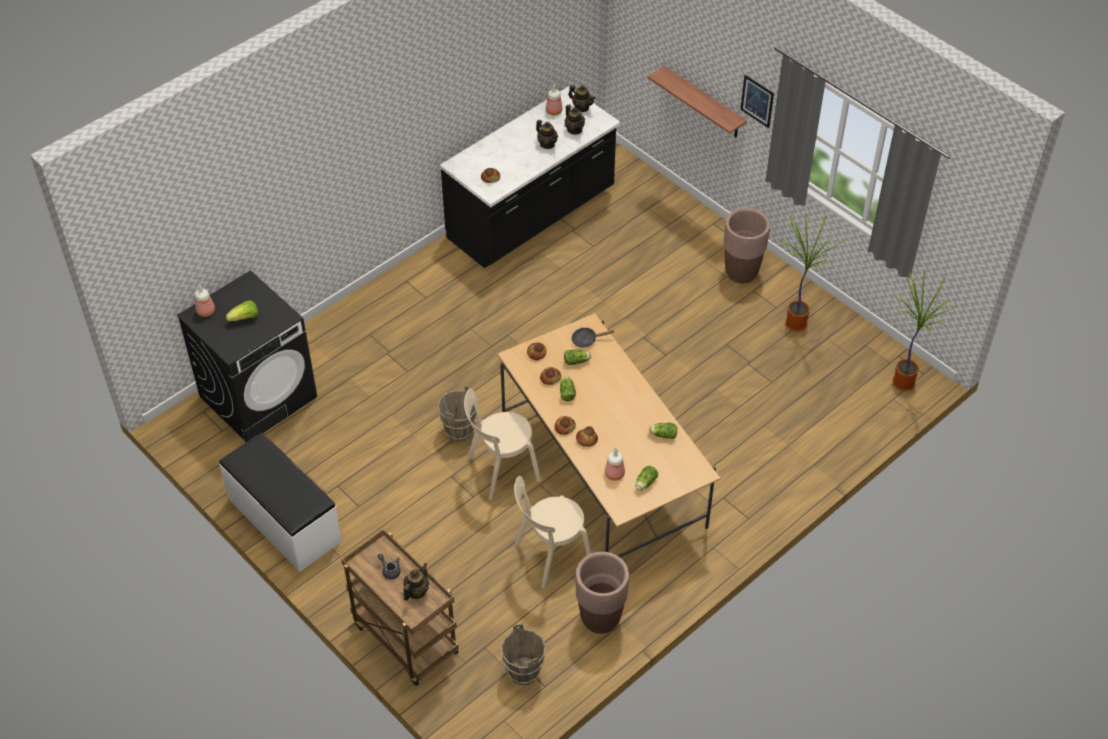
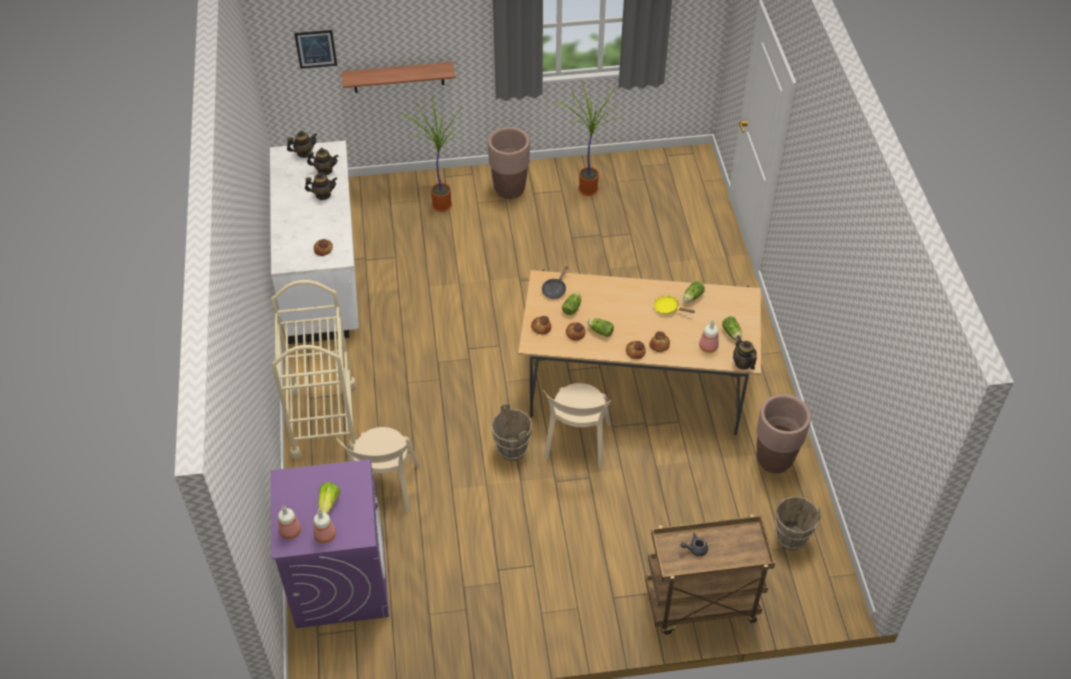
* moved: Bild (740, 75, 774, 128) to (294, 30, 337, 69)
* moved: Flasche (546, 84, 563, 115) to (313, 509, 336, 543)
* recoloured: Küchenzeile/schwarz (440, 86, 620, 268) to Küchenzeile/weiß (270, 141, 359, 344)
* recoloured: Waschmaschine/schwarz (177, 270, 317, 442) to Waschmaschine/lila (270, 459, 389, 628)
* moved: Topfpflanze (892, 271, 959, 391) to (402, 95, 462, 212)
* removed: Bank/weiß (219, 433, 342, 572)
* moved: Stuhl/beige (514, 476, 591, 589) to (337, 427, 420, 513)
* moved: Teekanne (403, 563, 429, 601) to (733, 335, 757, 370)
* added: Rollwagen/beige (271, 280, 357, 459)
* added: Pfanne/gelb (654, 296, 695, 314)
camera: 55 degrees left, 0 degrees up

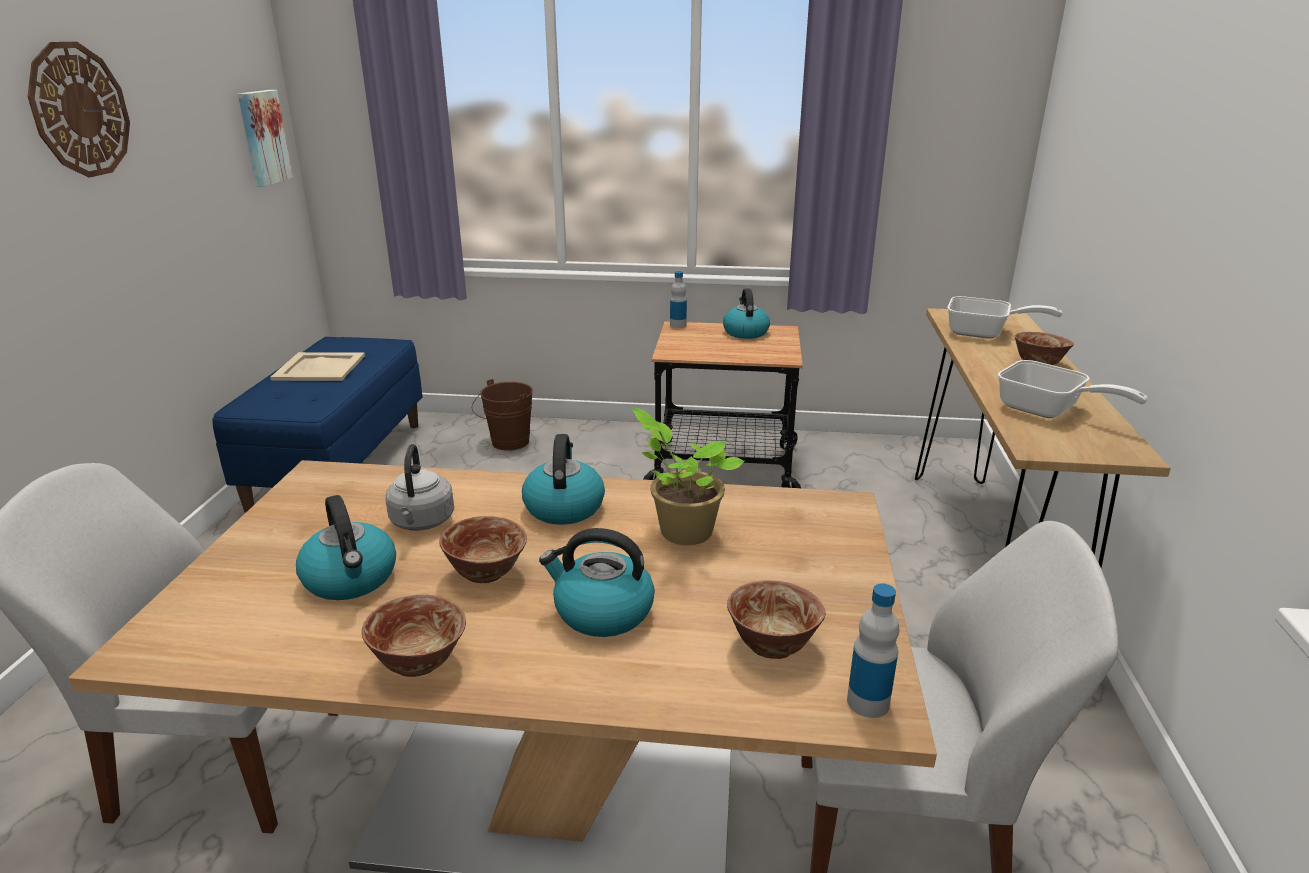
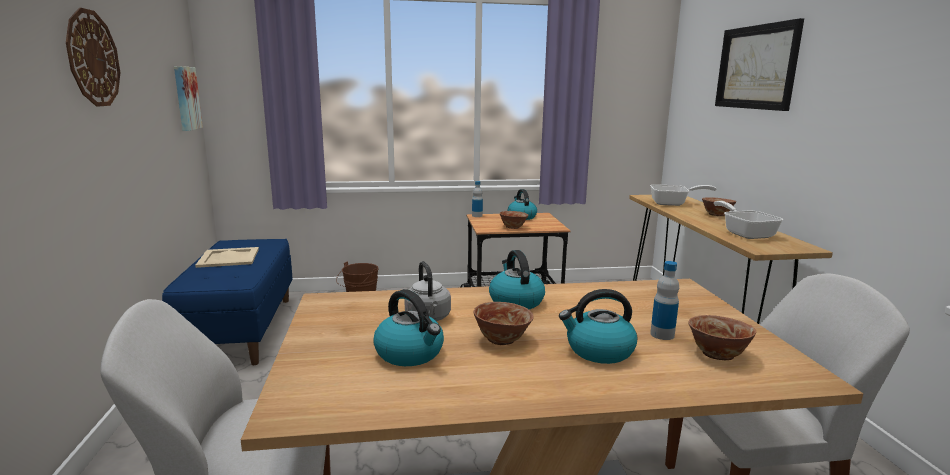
* turned: Pfanne (998, 360, 1148, 418) = (714, 201, 783, 239) 135 degrees counterclockwise
* removed: Topfpflanze (632, 407, 744, 545)
* moved: Flasche (847, 583, 900, 718) to (650, 261, 679, 340)
* moved: Schüssel (362, 594, 466, 677) to (500, 211, 529, 229)
* added: Bild (715, 18, 804, 111)
camera: 15 degrees left, 10 degrees down

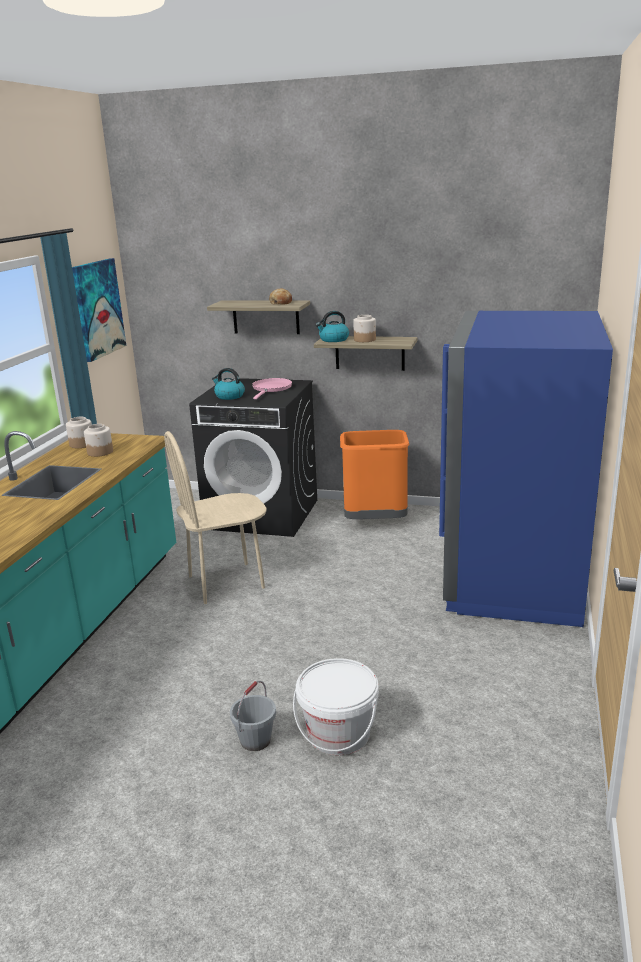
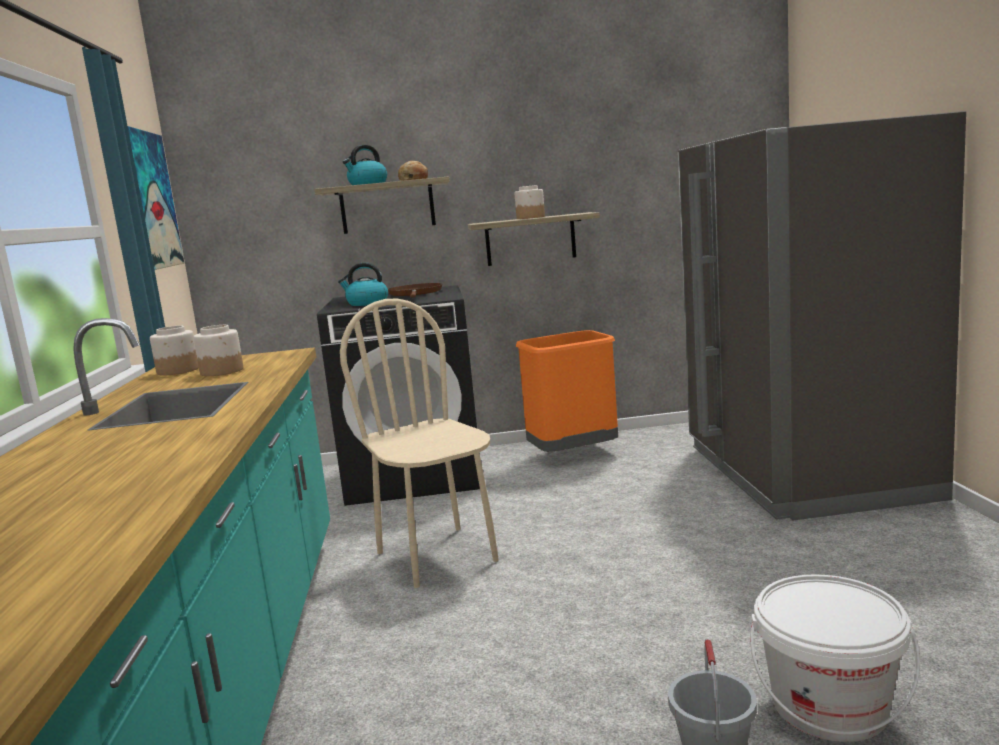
* moved: Wasserkessel (316, 311, 349, 342) to (343, 144, 387, 185)
* recoloured: Kühlschrank/blau (439, 311, 613, 627) to Kühlschrank/grau (678, 111, 966, 521)
* recoloured: Pfanne/rosa (252, 378, 292, 399) to Pfanne/braun (388, 283, 442, 298)
* turned: Stuhl/beige (164, 431, 267, 604) = (340, 299, 499, 588) 105 degrees clockwise
camera: 20 degrees left, 10 degrees down

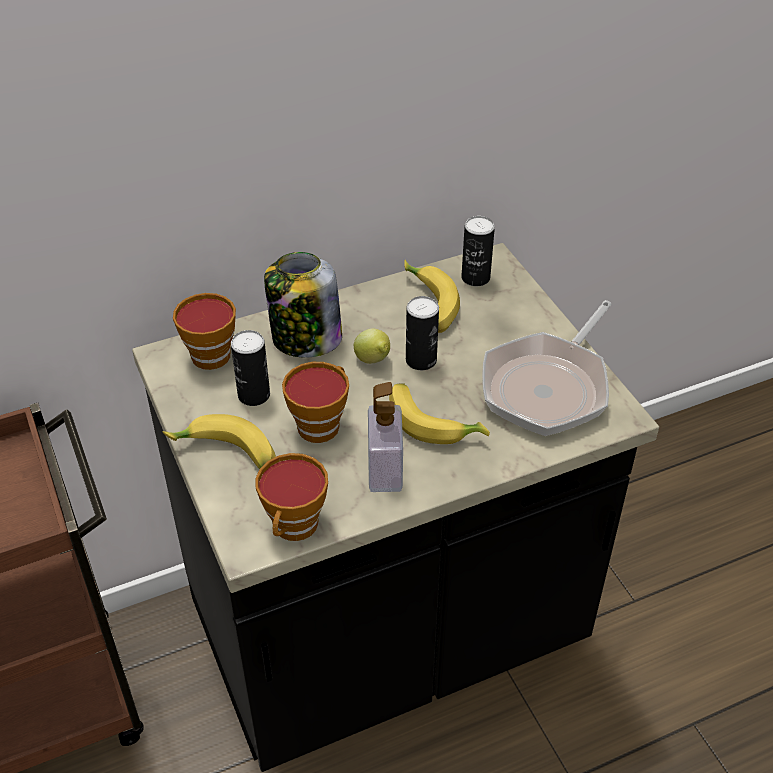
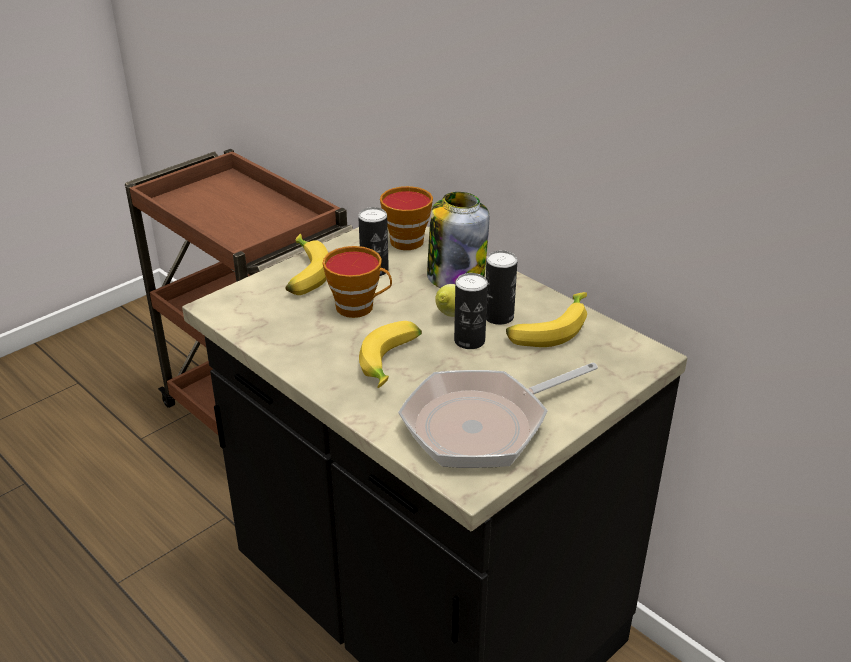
* moved: Dose (461, 216, 495, 286) to (486, 250, 517, 325)
* turned: Pfanne (482, 300, 612, 436) = (398, 363, 598, 468) 45 degrees counterclockwise
* removed: Seifenspender (368, 382, 403, 492)
* removed: Tasse (256, 453, 328, 541)
camera: 70 degrees right, 10 degrees down

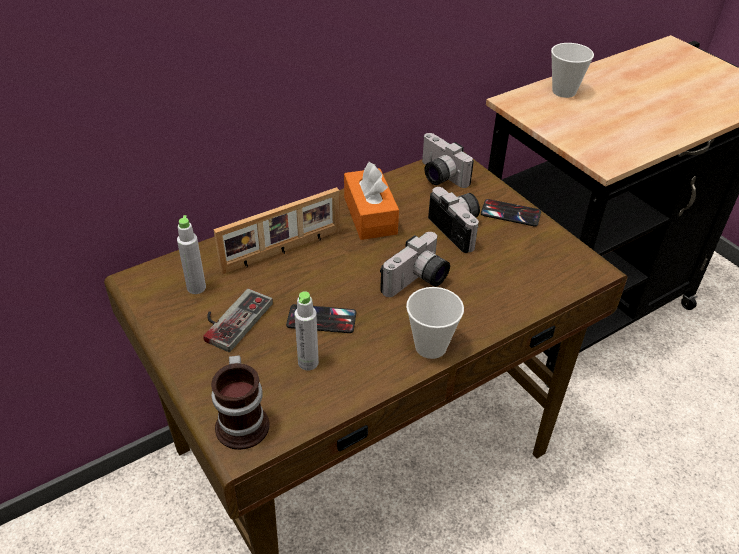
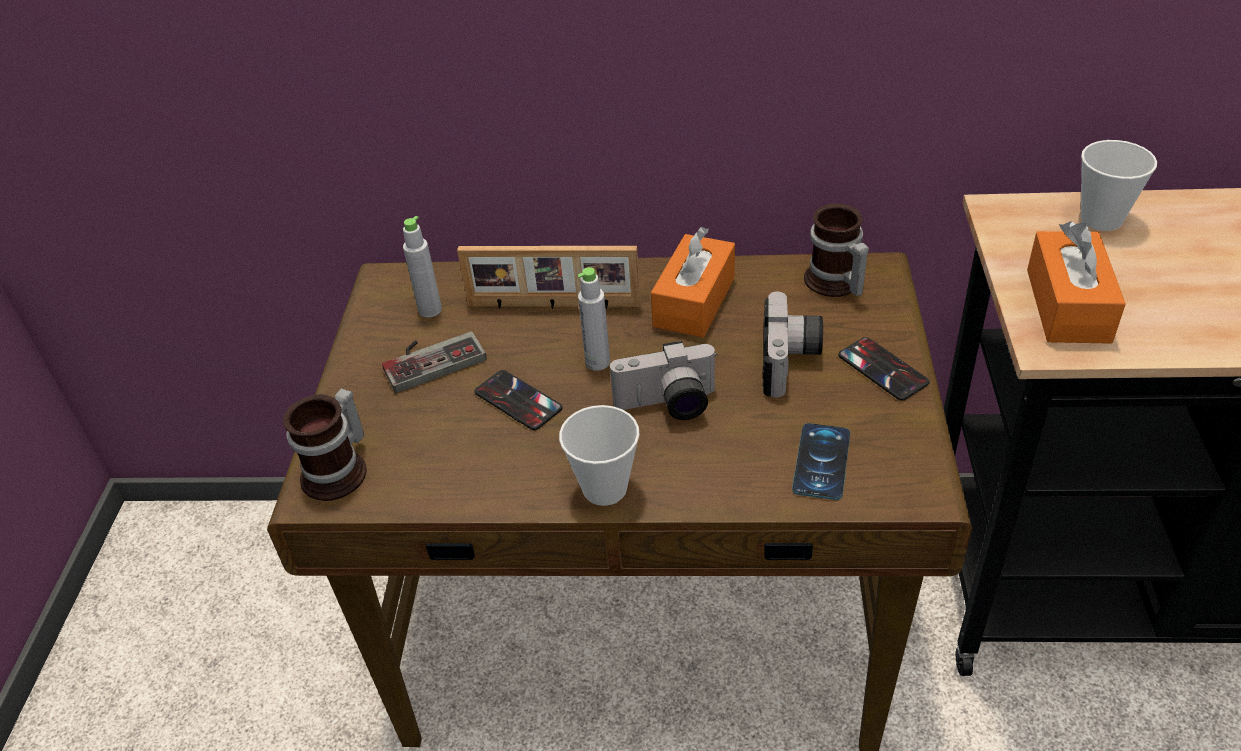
* replaced: Kamera (422, 133, 474, 188) to Henkelbecher (804, 203, 869, 297)
* moved: Flasche/grau (294, 291, 319, 371) to (578, 267, 610, 371)
* added: Taschentuchbox/orange (1027, 221, 1126, 344)
* added: Handy (792, 423, 850, 500)
camera: 40 degrees right, 0 degrees up

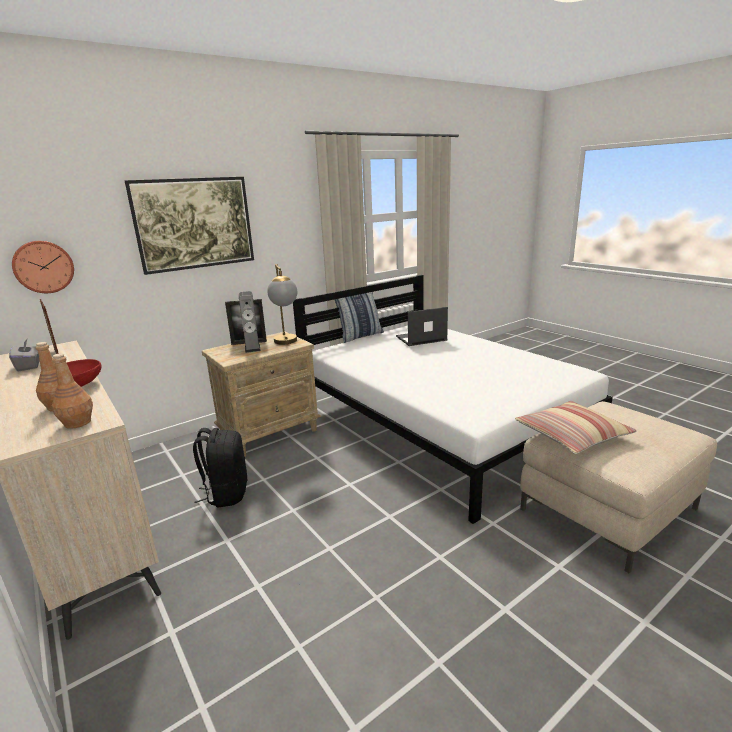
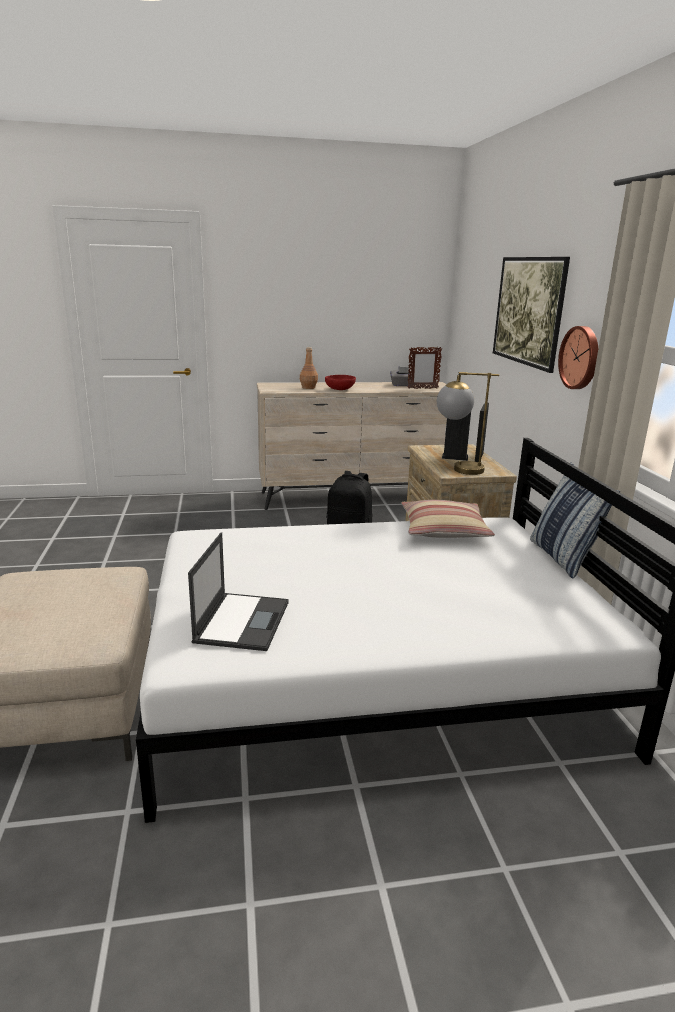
* moved: Wanduhr (12, 241, 74, 293) to (558, 326, 598, 389)
* moved: Laptop (396, 307, 448, 346) to (188, 533, 289, 651)
* removed: Flasche/braun (52, 353, 93, 429)
* moved: Kissen (515, 401, 636, 454) to (401, 500, 495, 538)
camera: 115 degrees right, 0 degrees up

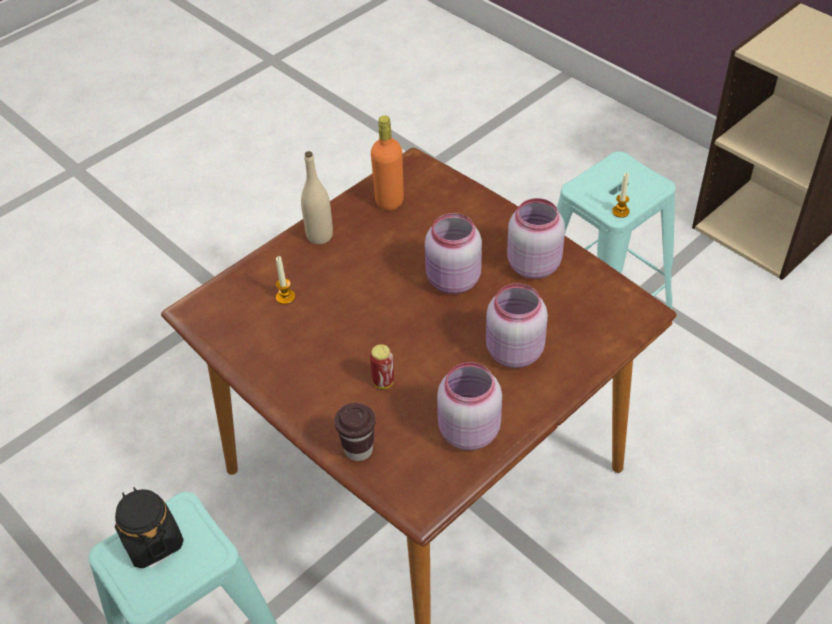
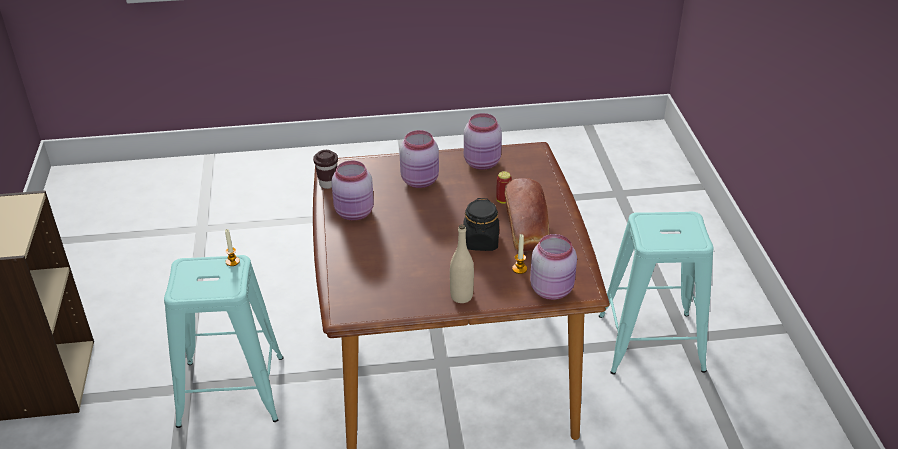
* removed: Flasche/orange (371, 115, 404, 210)
* moved: Vorratsglas/rosa (425, 213, 482, 294) to (530, 234, 577, 300)
* moved: Tasse/braun (335, 403, 375, 461) to (313, 150, 338, 189)
* moved: Vorratsglas/schwarz (115, 487, 184, 568) to (463, 198, 499, 251)
* added: Brot (504, 178, 549, 252)
camera: 145 degrees left, 10 degrees down

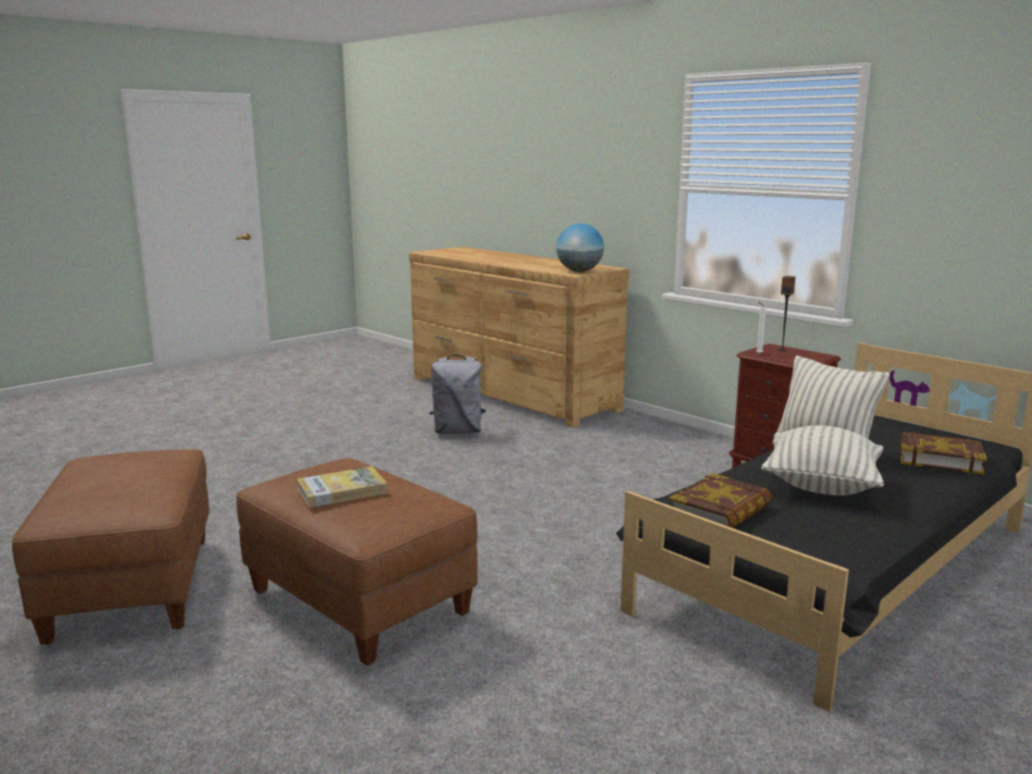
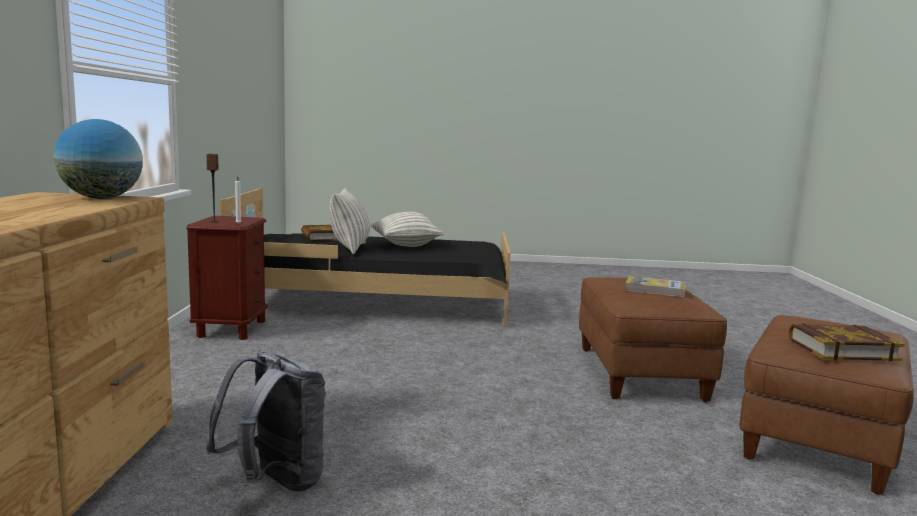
* moved: Buch (669, 473, 772, 528) to (789, 323, 905, 361)
camera: 135 degrees left, 5 degrees down

